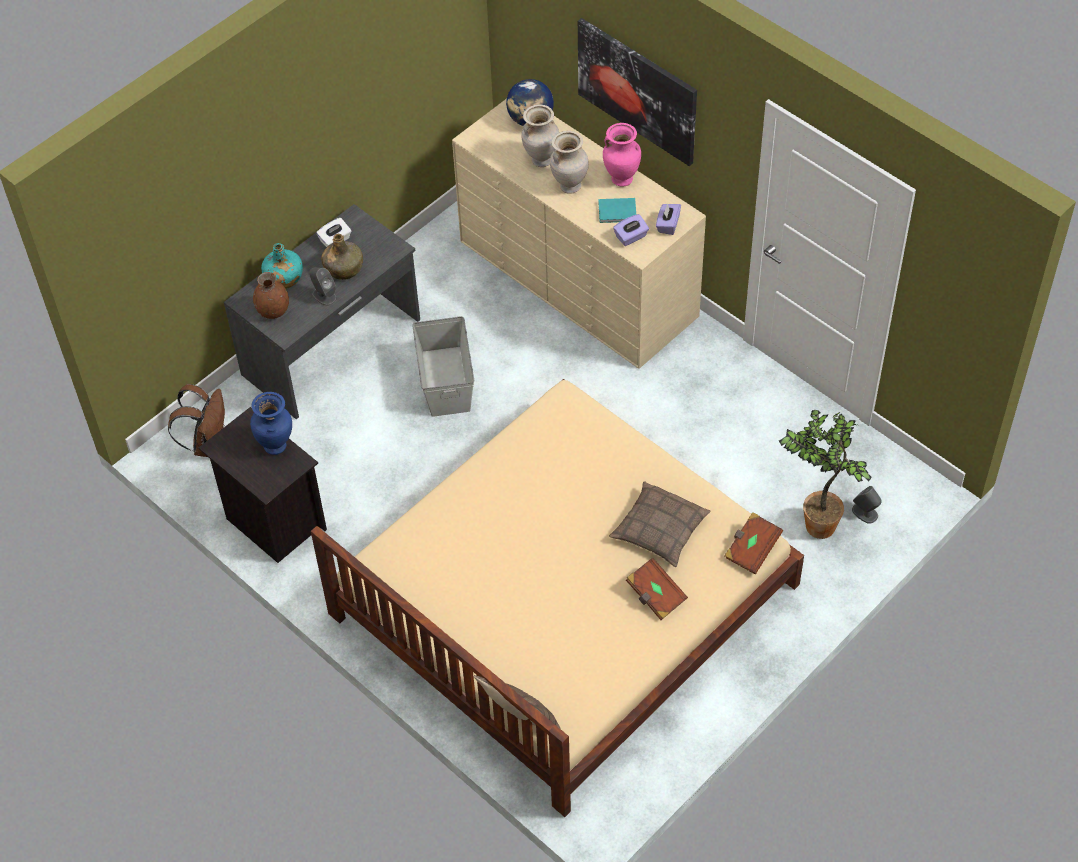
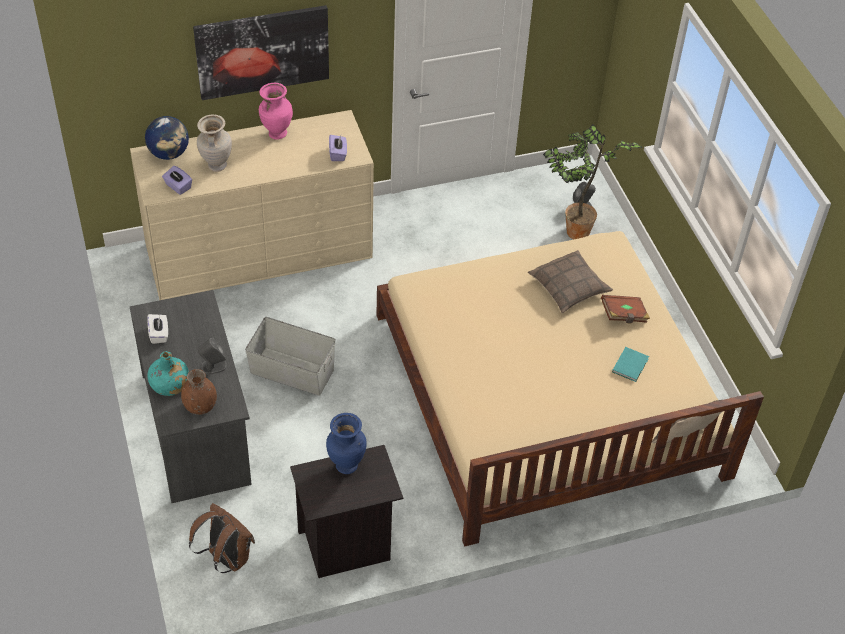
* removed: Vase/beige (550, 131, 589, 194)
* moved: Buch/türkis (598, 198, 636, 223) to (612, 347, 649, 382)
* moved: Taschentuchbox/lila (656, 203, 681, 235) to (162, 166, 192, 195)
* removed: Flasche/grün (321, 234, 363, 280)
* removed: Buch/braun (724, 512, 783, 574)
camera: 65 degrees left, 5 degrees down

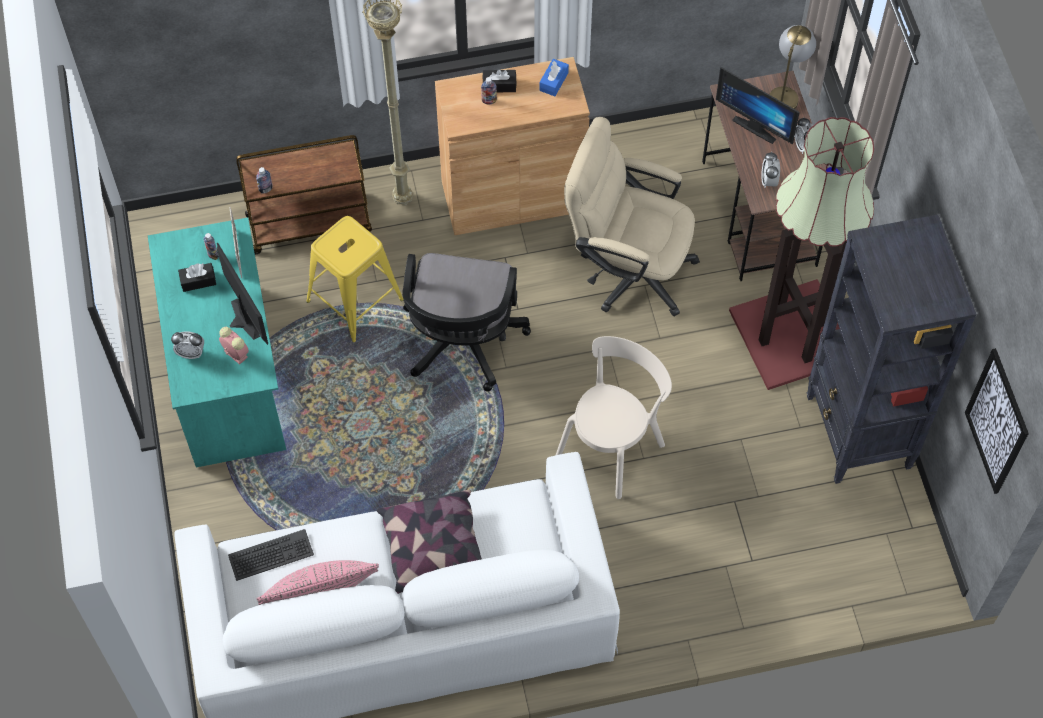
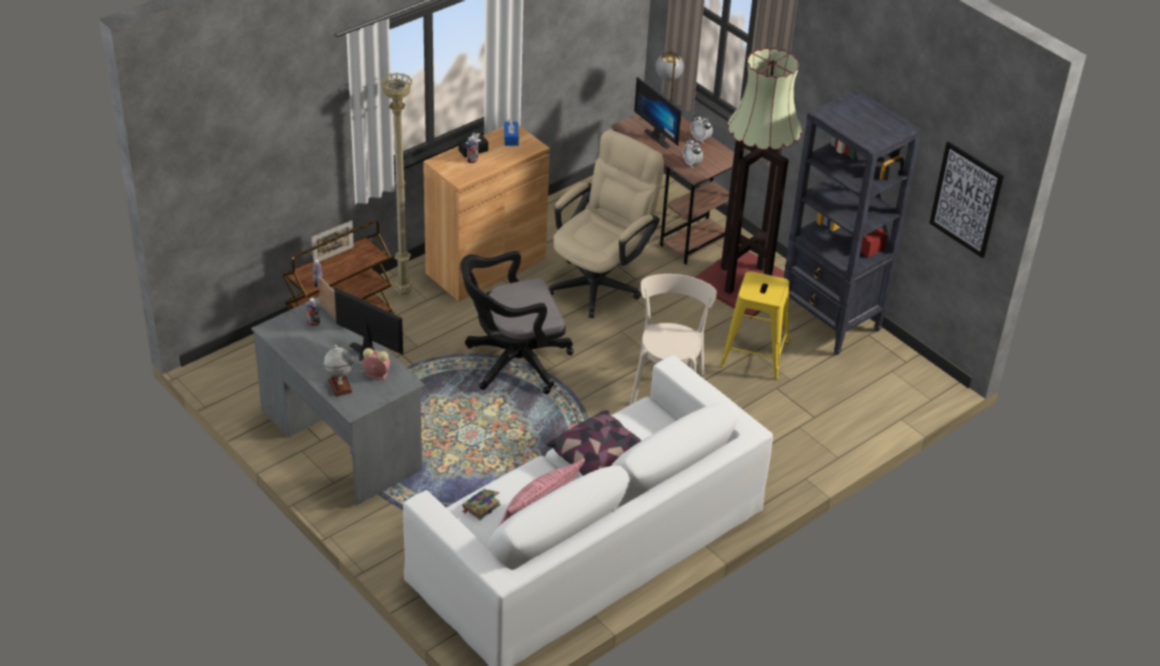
* turned: Monitor (716, 66, 800, 144) = (634, 77, 682, 149) 45 degrees clockwise
* turned: Bürostuhl/beige (564, 117, 700, 316) = (548, 129, 664, 318) 135 degrees clockwise
* moved: Hocker/gelb (306, 216, 404, 342) to (720, 271, 789, 380)
* recoloured: Schreibtisch/türkis (148, 218, 286, 467) to Schreibtisch/grau (251, 296, 425, 506)
* turned: Bürostuhl/schwarz (402, 253, 531, 392) = (461, 251, 574, 394) 90 degrees clockwise
* removed: Taschentuchbox/schwarz (178, 263, 216, 292)
* replaced: Wecker (171, 331, 204, 359) to Globus (324, 345, 354, 397)
* replaced: Tastatur (228, 529, 314, 581) to Buch (462, 489, 501, 520)
* added: Bilderrahmen (312, 220, 354, 264)
camera: 30 degrees left, 20 degrees down

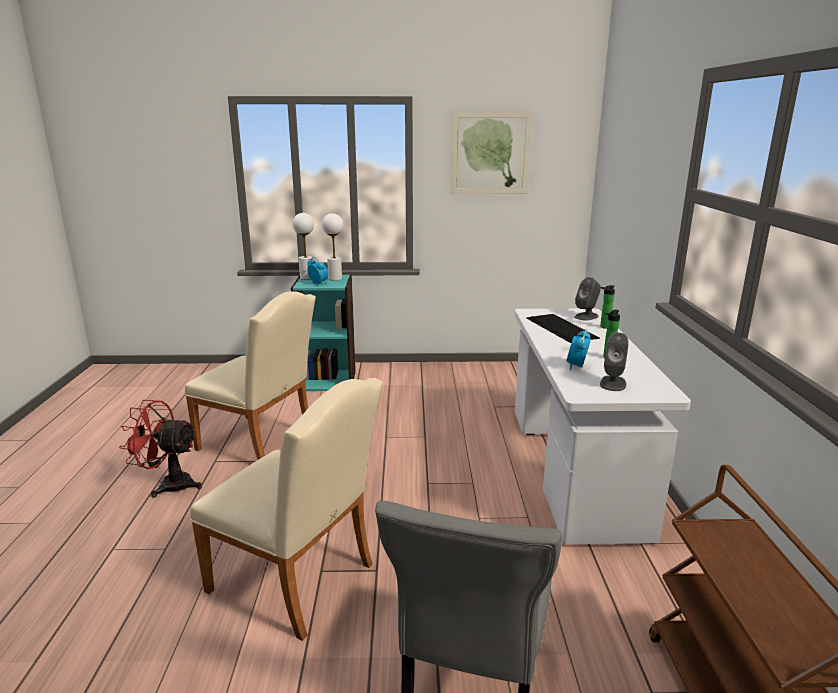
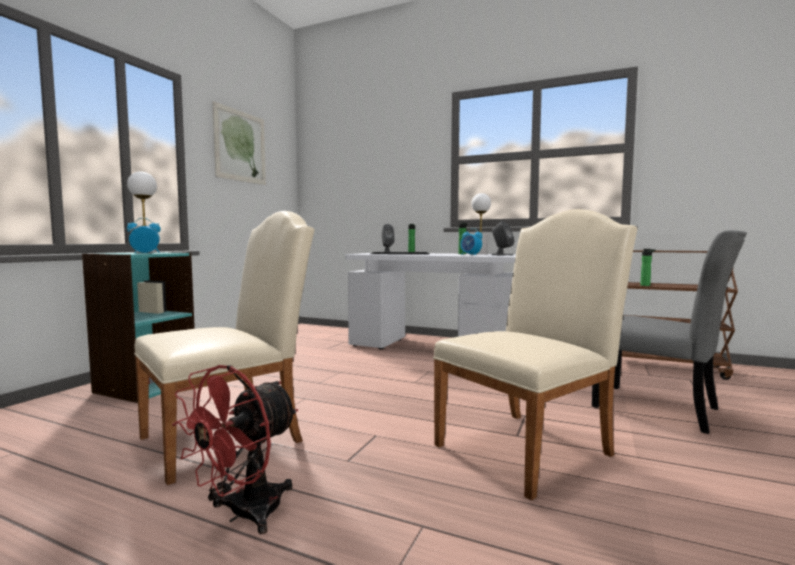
* moved: Tischlampe/weiß (293, 213, 314, 280) to (471, 193, 491, 254)
* added: Flasche (640, 249, 656, 286)
camera: 65 degrees left, 15 degrees down

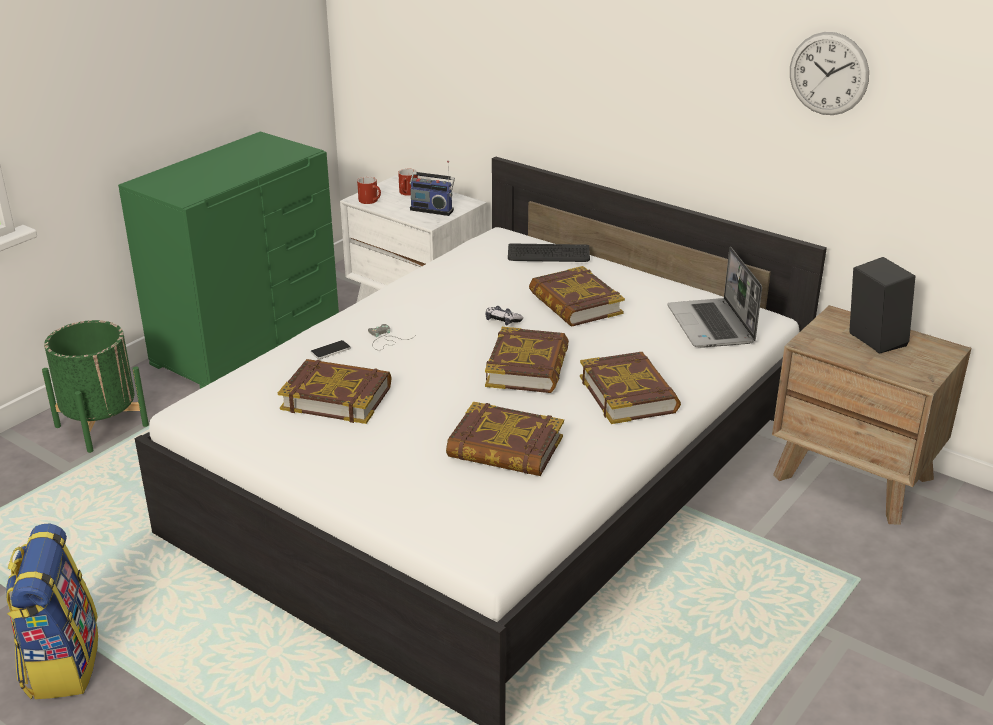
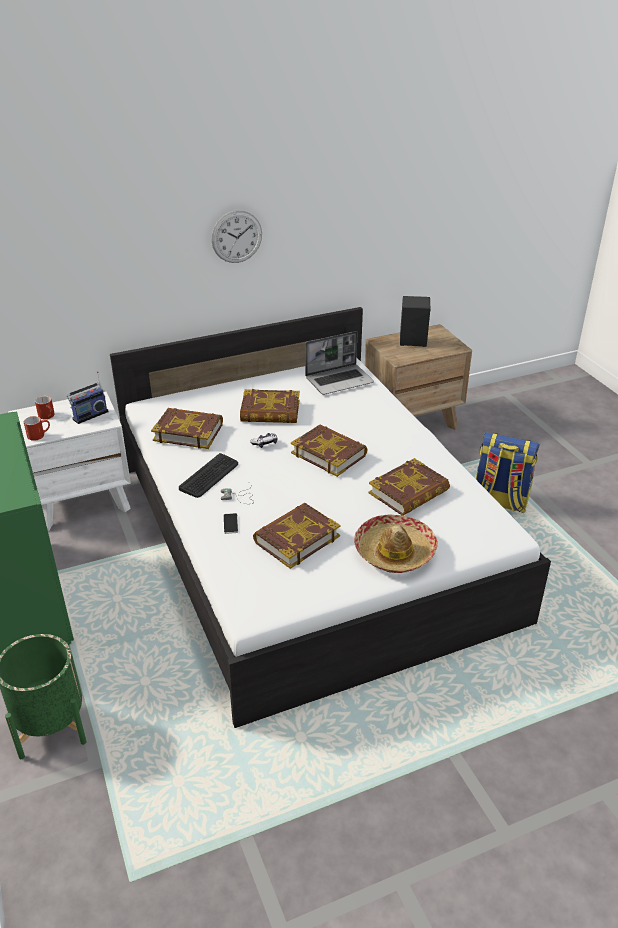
* moved: Wanduhr (790, 32, 869, 115) to (211, 211, 262, 263)
* moved: Tastatur (508, 243, 590, 262) to (179, 453, 238, 498)
* turned: Laptop (667, 247, 762, 348) = (305, 331, 374, 395) 45 degrees counterclockwise
* moved: Buch (580, 352, 681, 424) to (151, 408, 223, 449)
* moved: Rucksack (6, 523, 98, 700) to (476, 432, 540, 513)
* added: Hut (354, 514, 438, 573)
camera: 60 degrees left, 5 degrees up

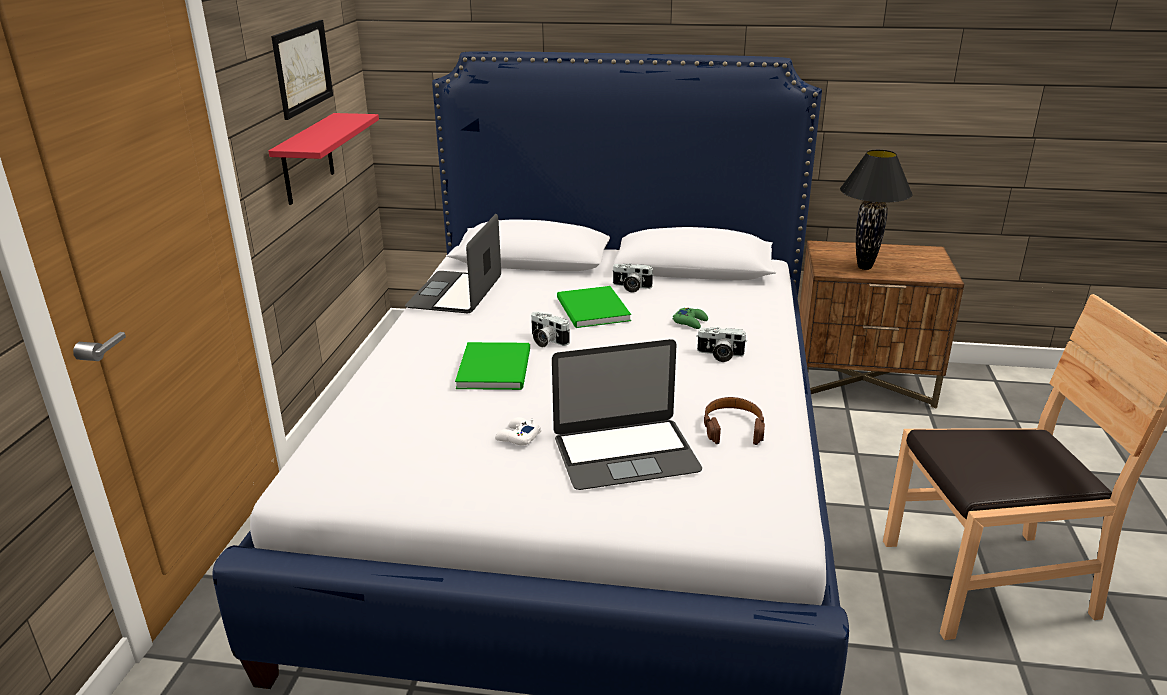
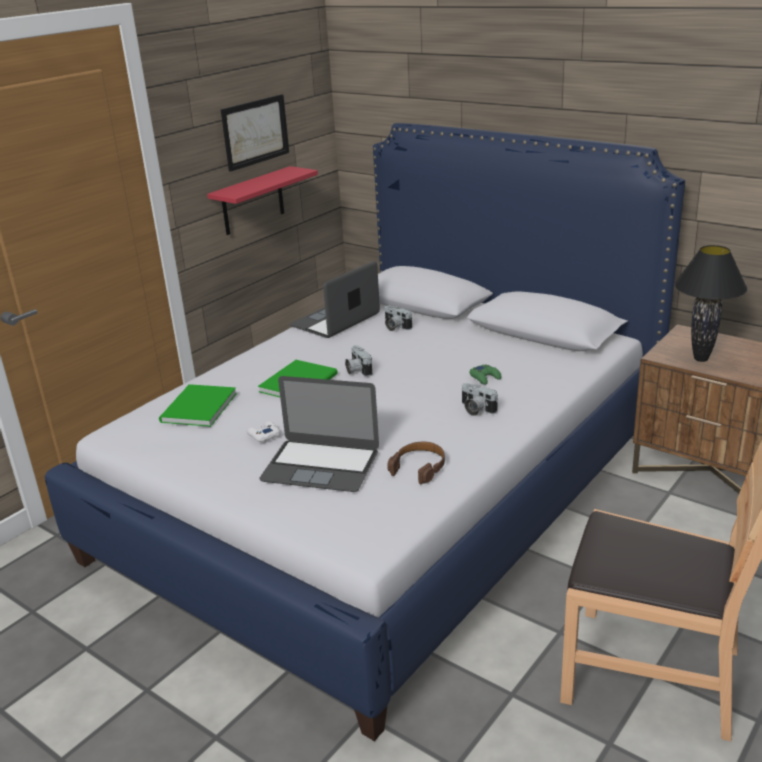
* moved: Kamera (612, 263, 654, 293) to (385, 306, 412, 331)
* moved: Buch/grün (557, 286, 631, 328) to (159, 384, 237, 427)
camera: 30 degrees right, 0 degrees up

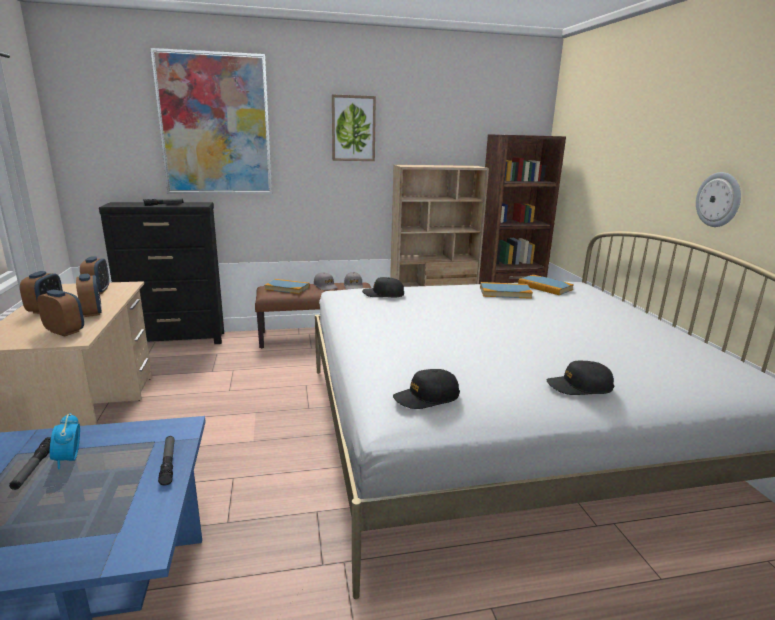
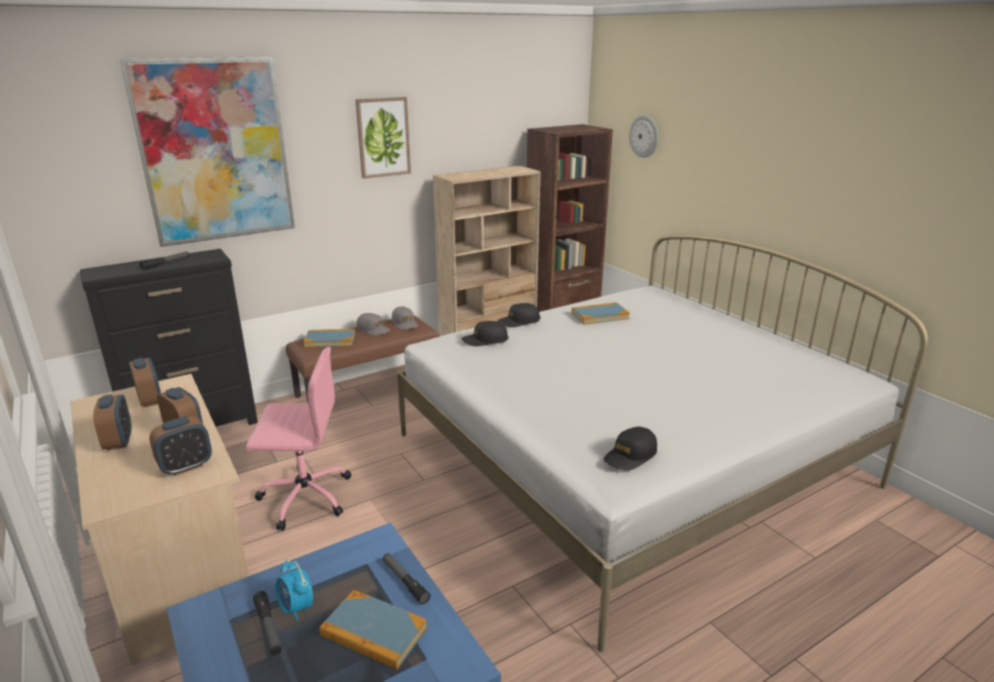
* moved: Wanduhr (696, 172, 741, 227) to (629, 115, 658, 158)
* moved: Buch (518, 275, 574, 295) to (320, 590, 427, 670)
* turned: Wecker (37, 290, 84, 337) = (149, 416, 212, 476) 135 degrees clockwise
* moved: Kappe/schwarz (546, 361, 614, 395) to (497, 303, 540, 327)
* added: Bürostuhl/rosa (246, 347, 351, 531)
camera: 20 degrees left, 5 degrees up

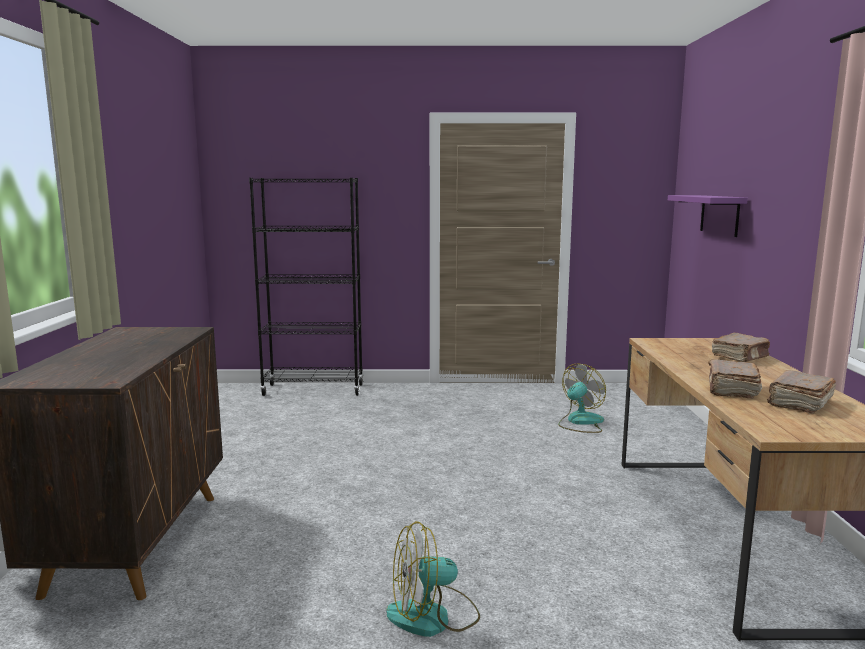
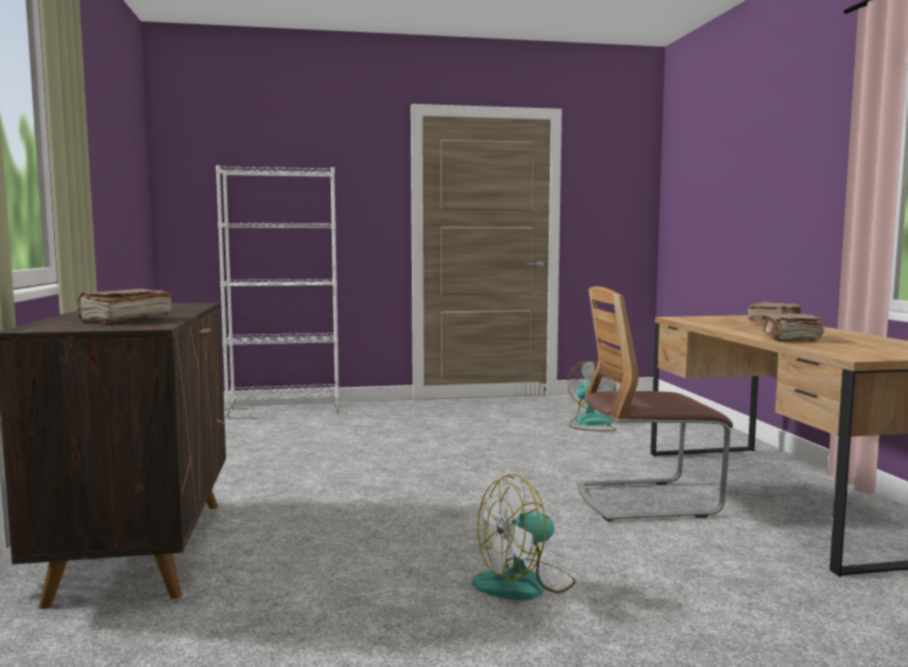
* recoloured: Bücherregal/schwarz (249, 178, 364, 396) to Bücherregal/weiß (216, 165, 341, 418)
* removed: Wandregal/lila (668, 195, 748, 237)
* moved: Buch/braun (767, 370, 836, 414) to (76, 289, 172, 324)
* added: Stuhl (577, 286, 733, 522)
camera: 10 degrees left, 5 degrees down

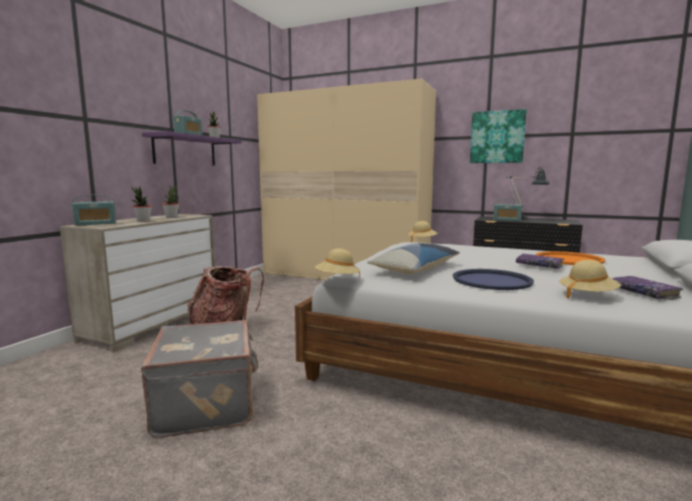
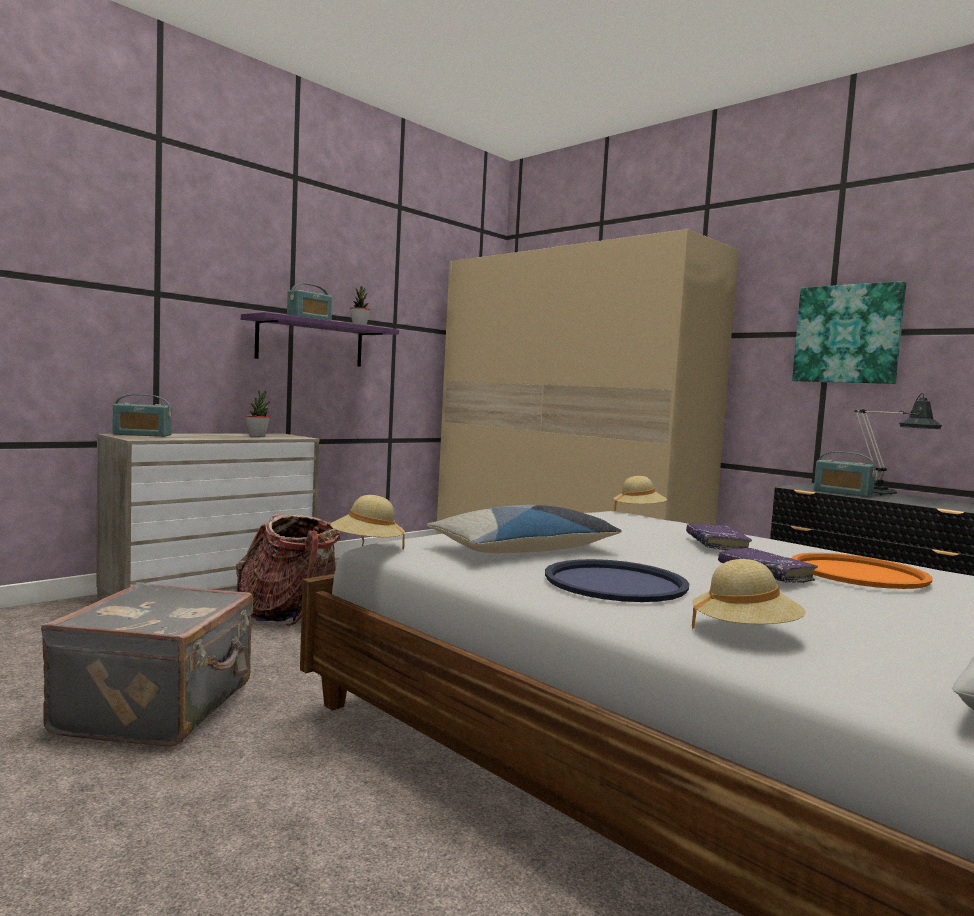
* removed: Topfpflanze (131, 187, 152, 222)
* moved: Buch/lila (612, 276, 683, 300) to (686, 523, 752, 550)
camera: 20 degrees right, 5 degrees down

